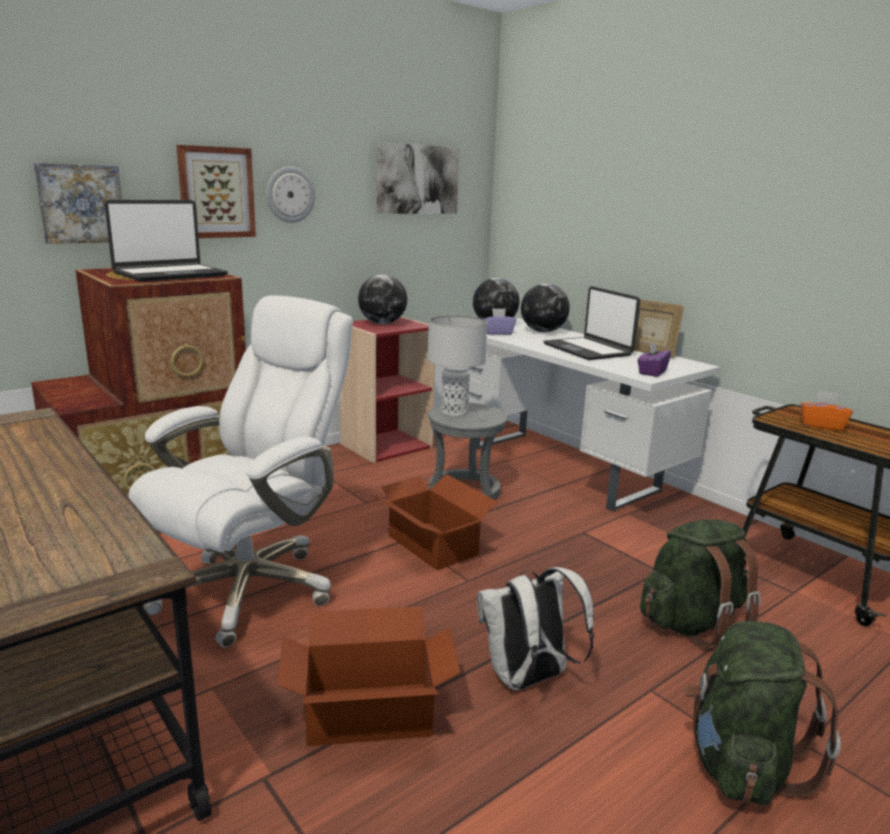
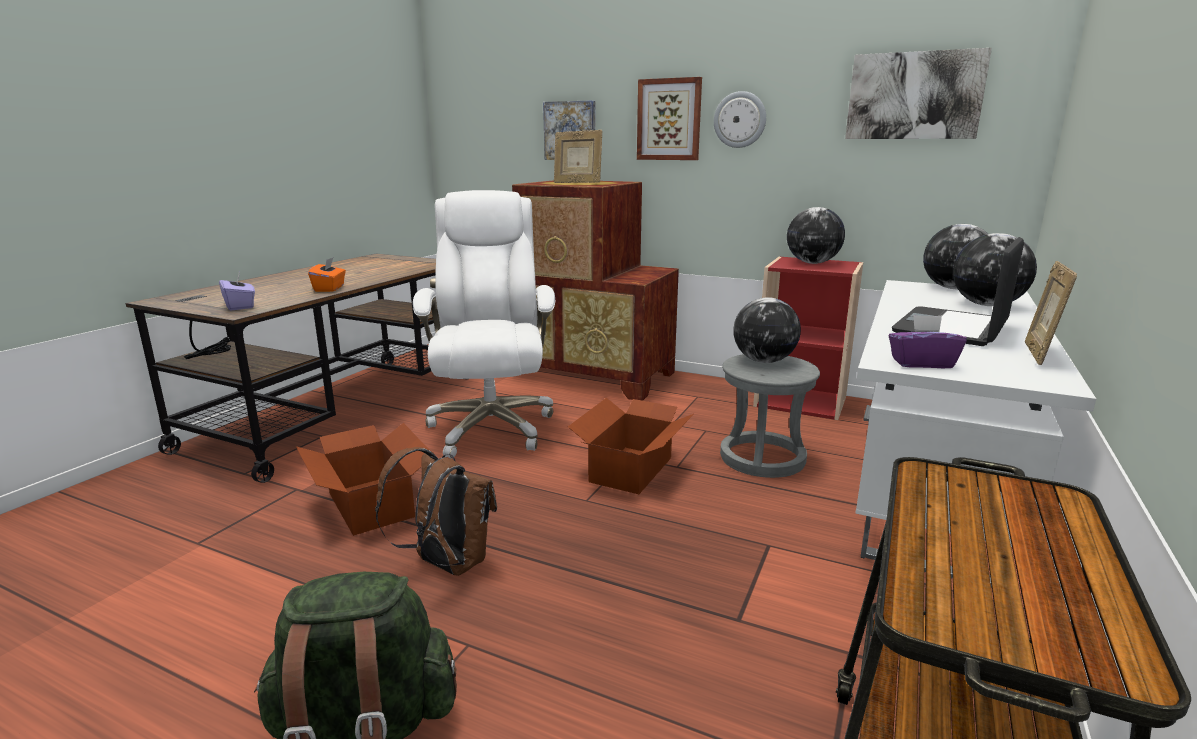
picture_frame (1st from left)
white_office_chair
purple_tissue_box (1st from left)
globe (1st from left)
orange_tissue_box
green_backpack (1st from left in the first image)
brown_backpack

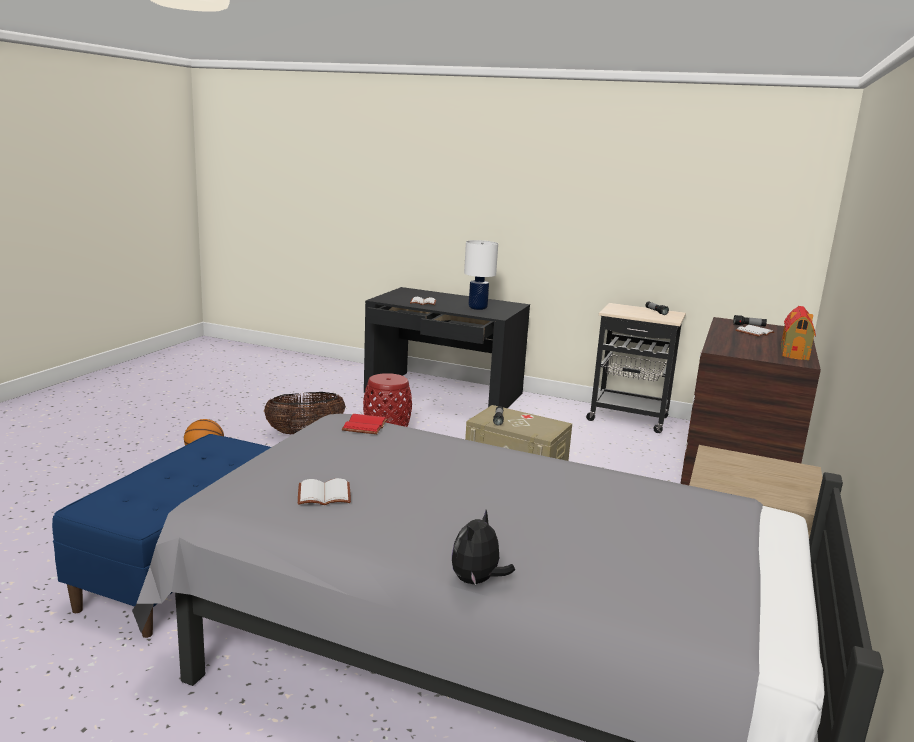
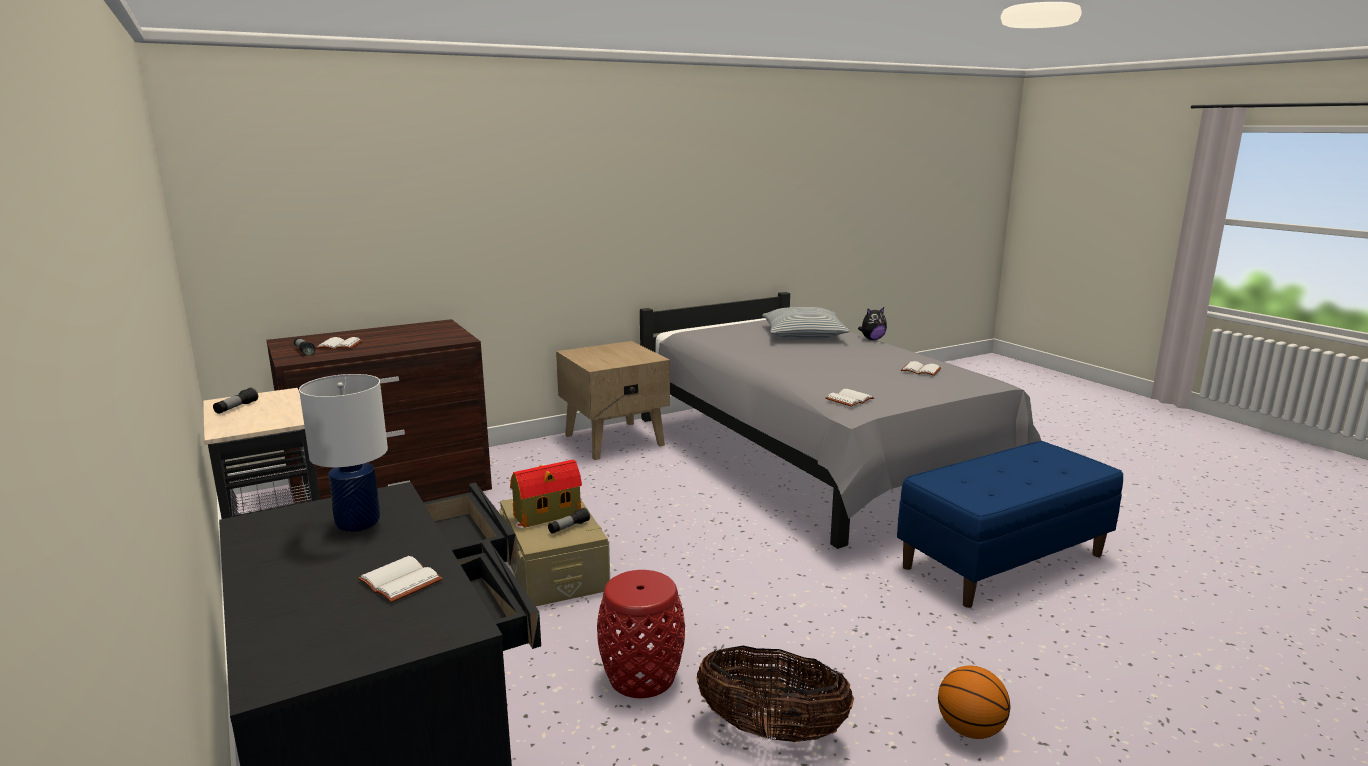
toy_house
white_book (3rd from left)
pillow

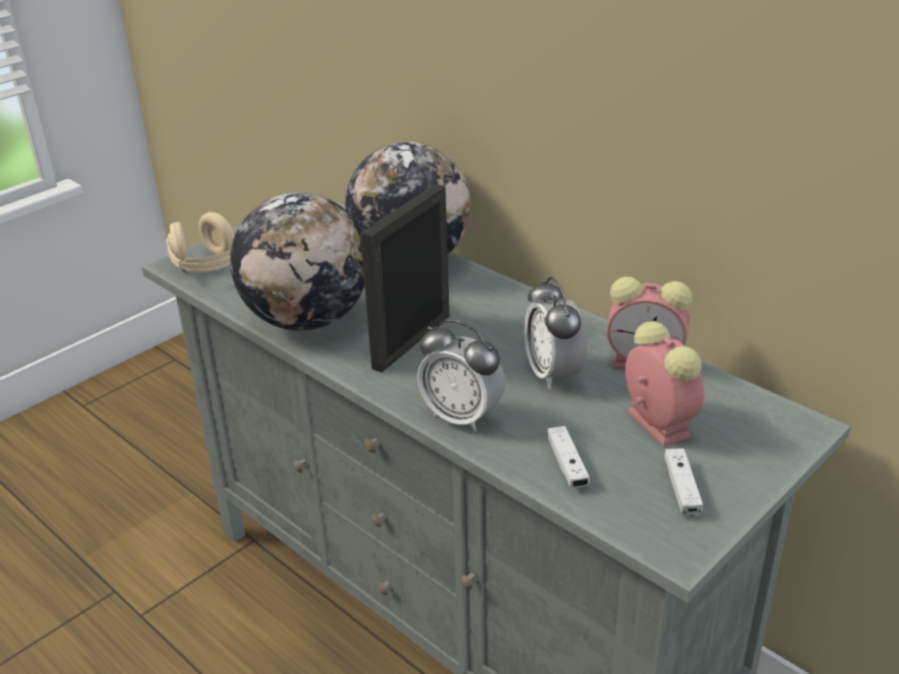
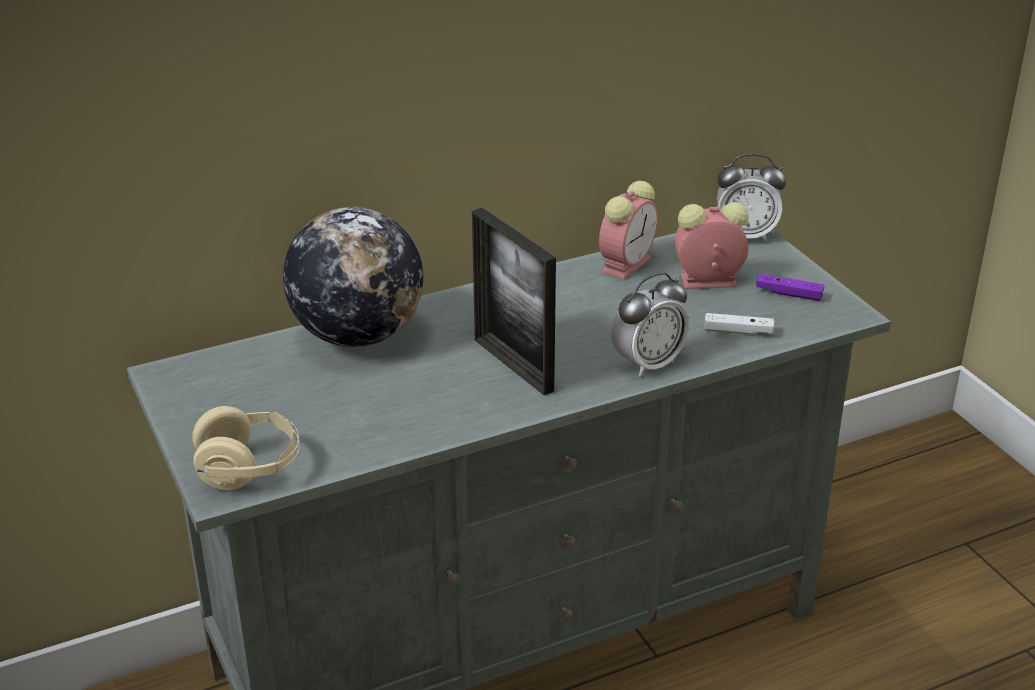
globe (1st from left in the first image)
alarm_clock (4th from left)
purple_game_controller

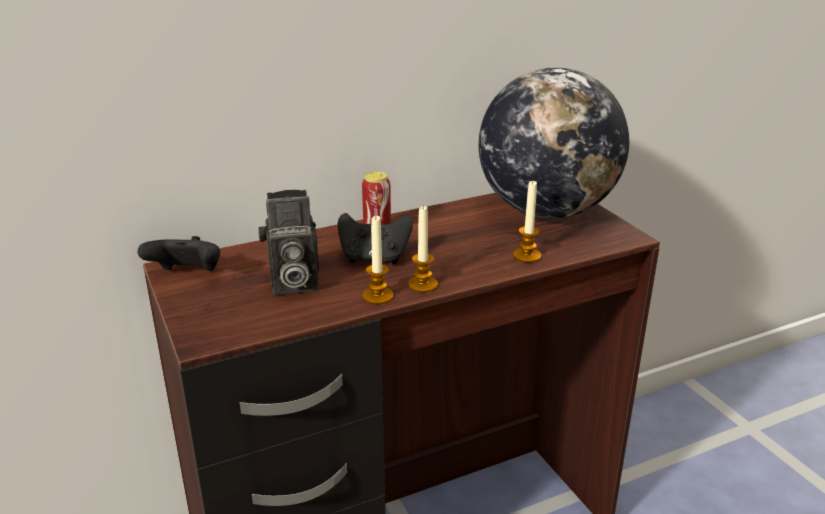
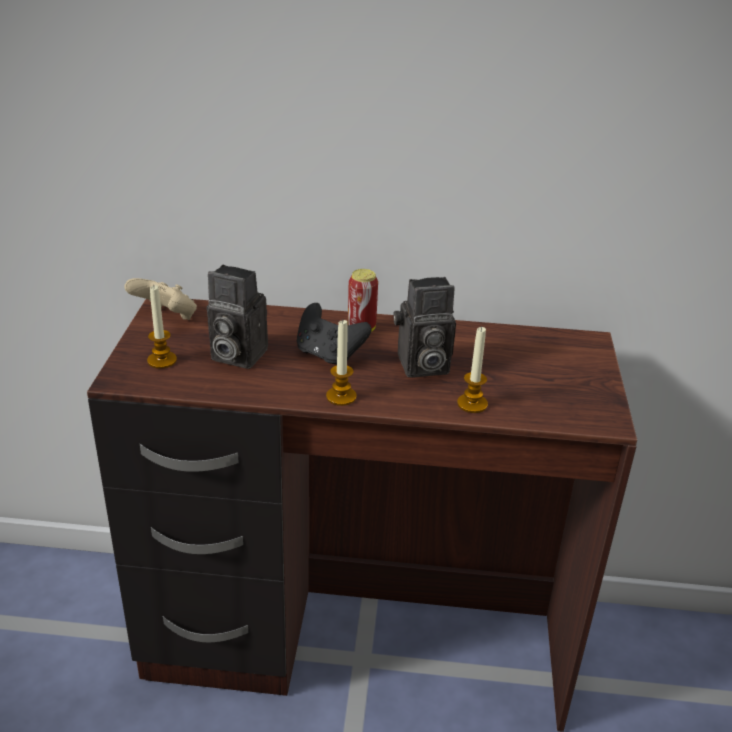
globe
candle (1st from left)
beige_game_controller
photo_camera (2nd from left)

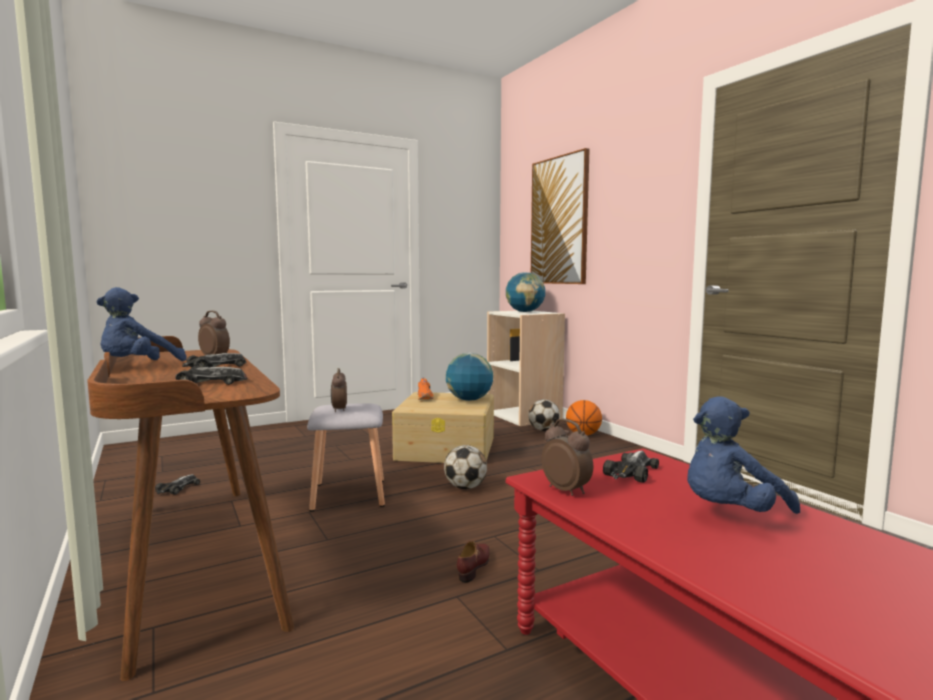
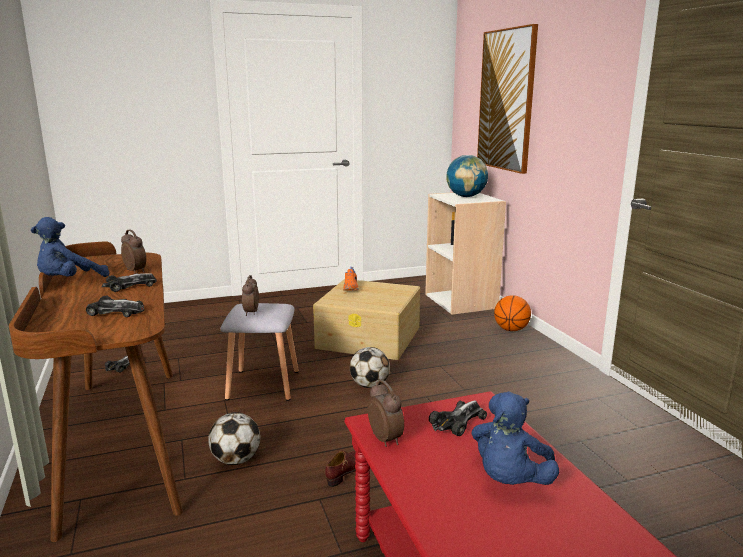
globe (1st from left in the first image)
blue_plush_toy (2nd from left)
football (1st from left)

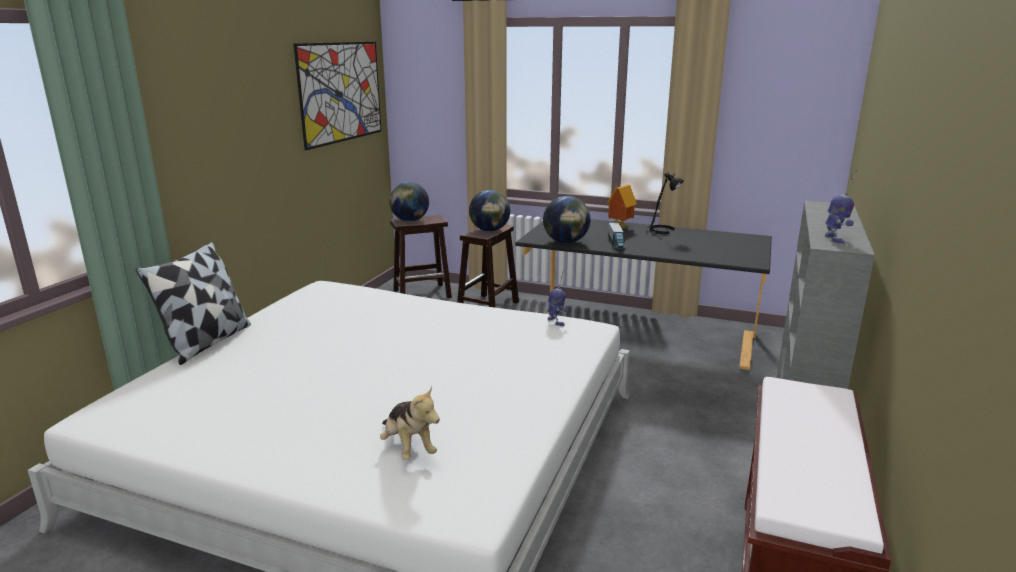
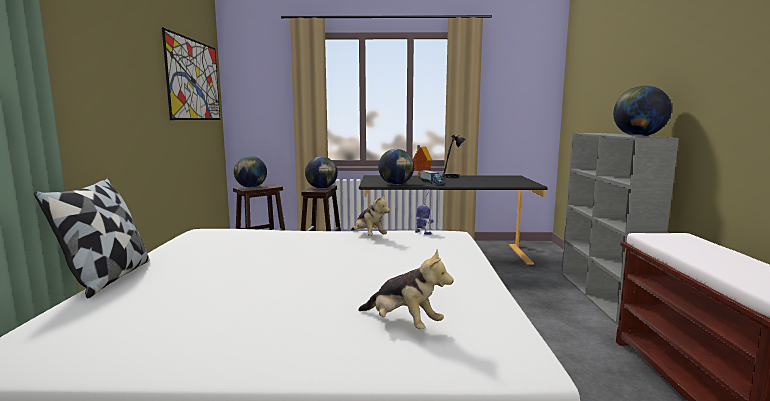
globe (4th from left)
plush_toy (1st from left)

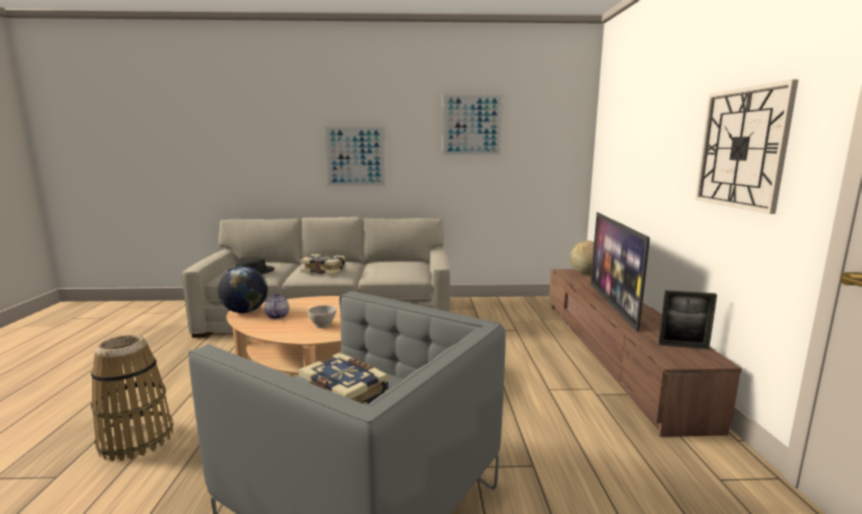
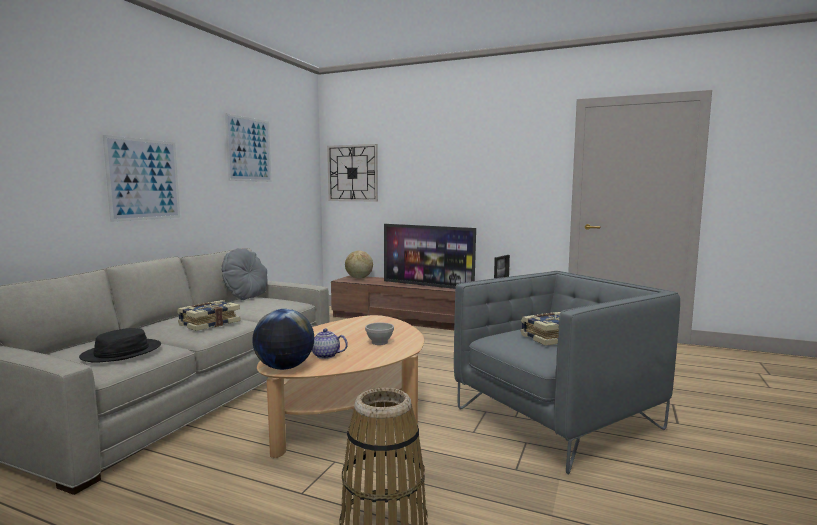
wall_clock
grey_pillow

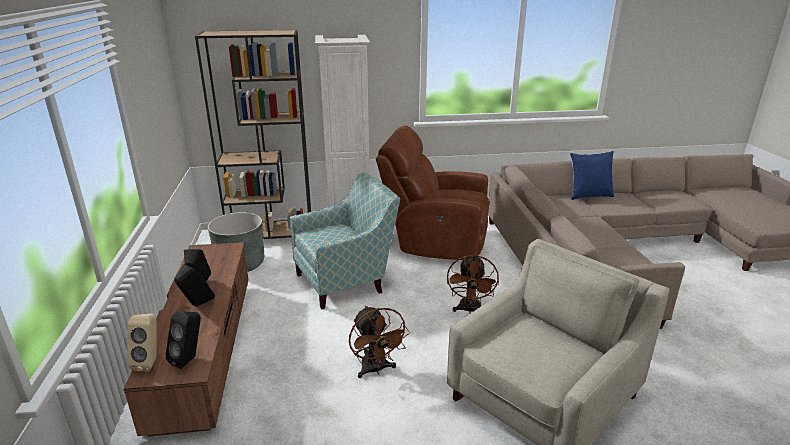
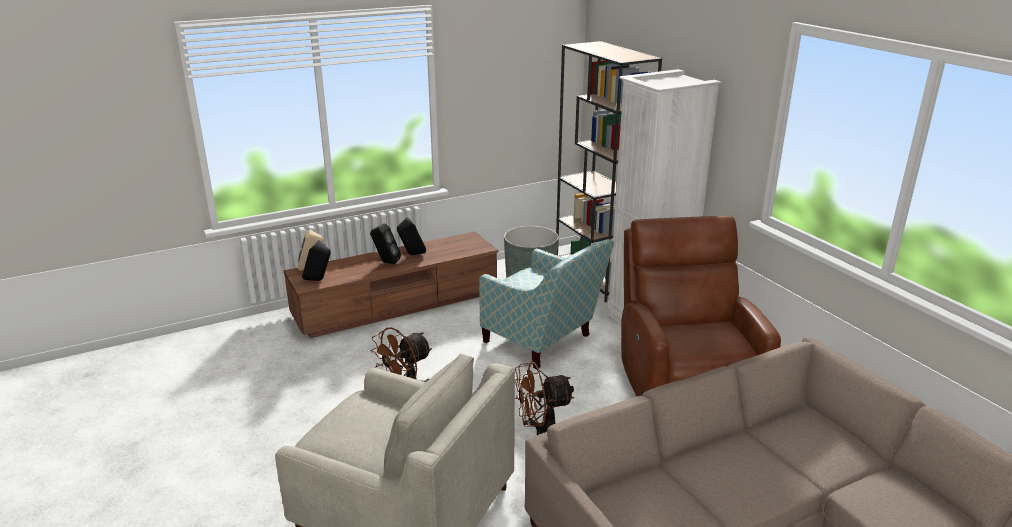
blue_pillow

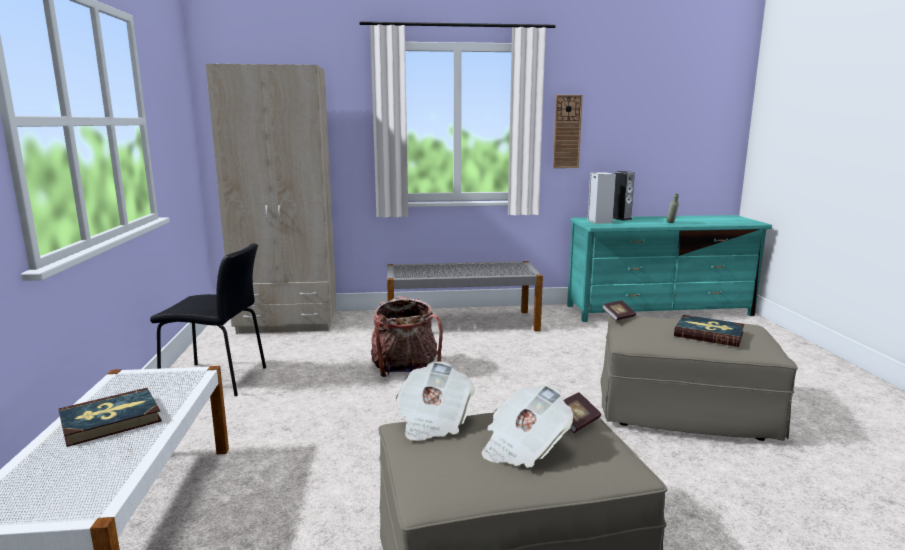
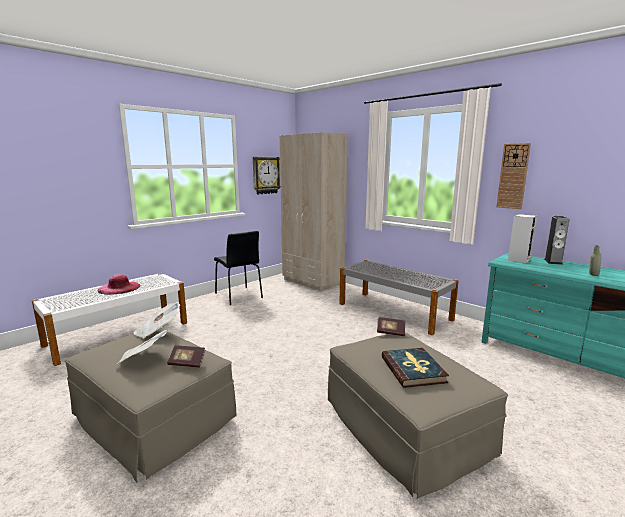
backpack
pink_hat
wall_clock (1st from left)

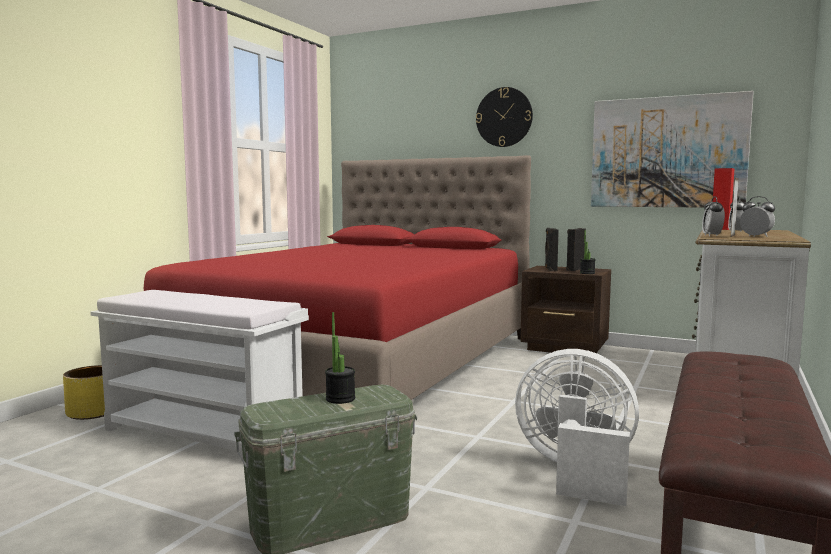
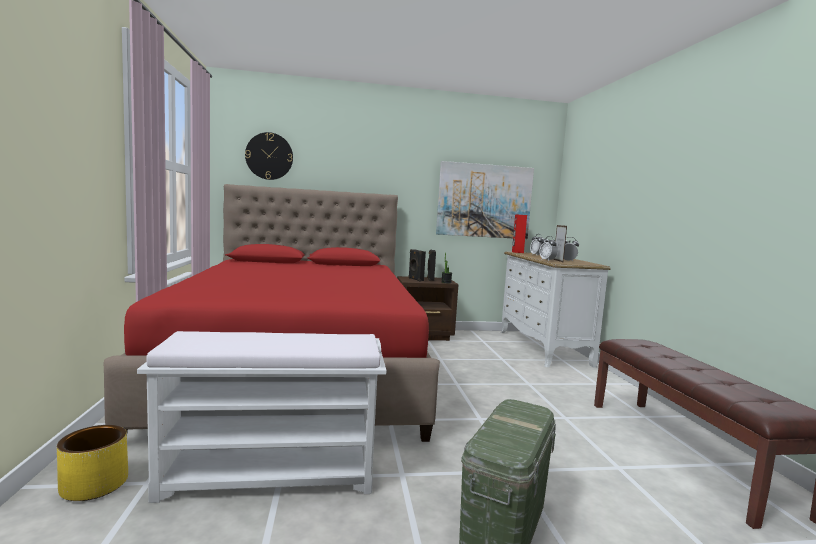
wall_clock
potted_plant (1st from left in the first image)
white_fan

